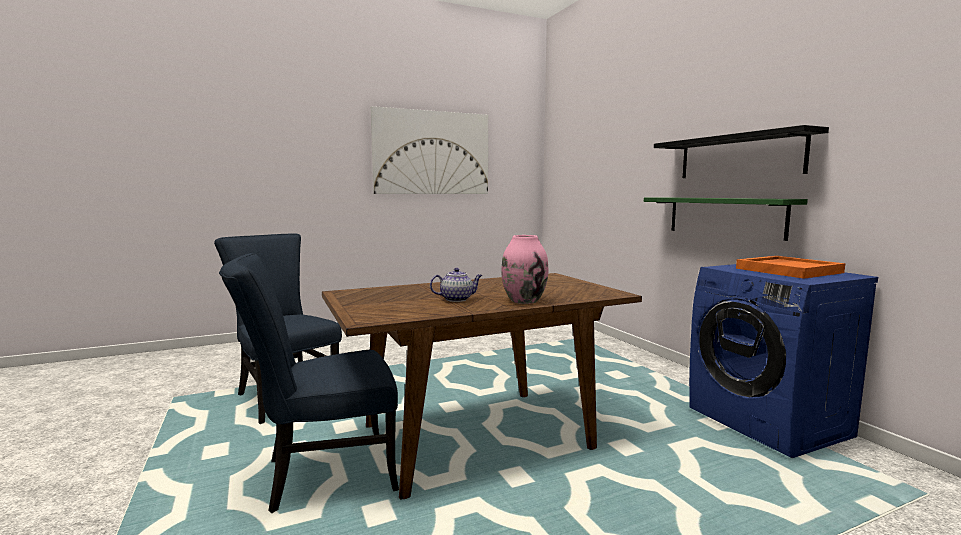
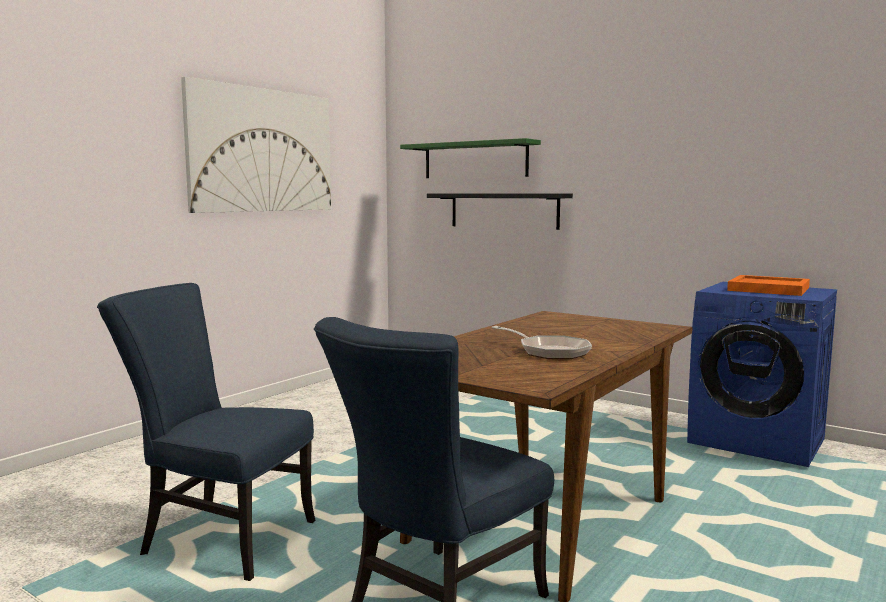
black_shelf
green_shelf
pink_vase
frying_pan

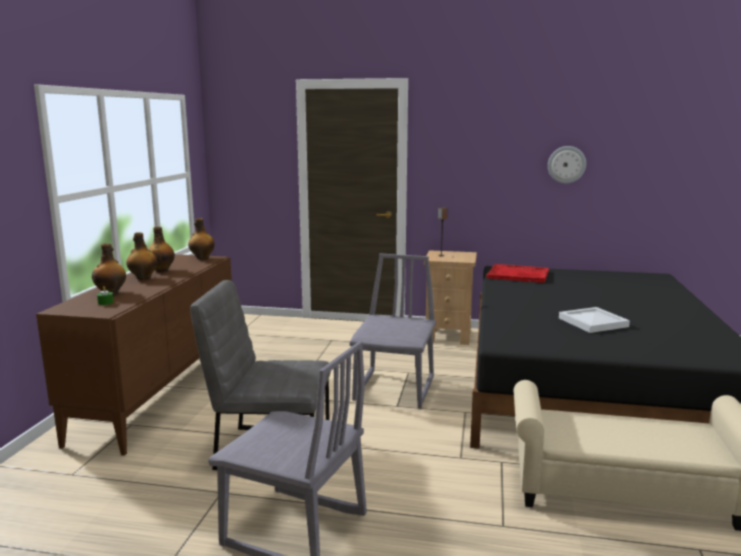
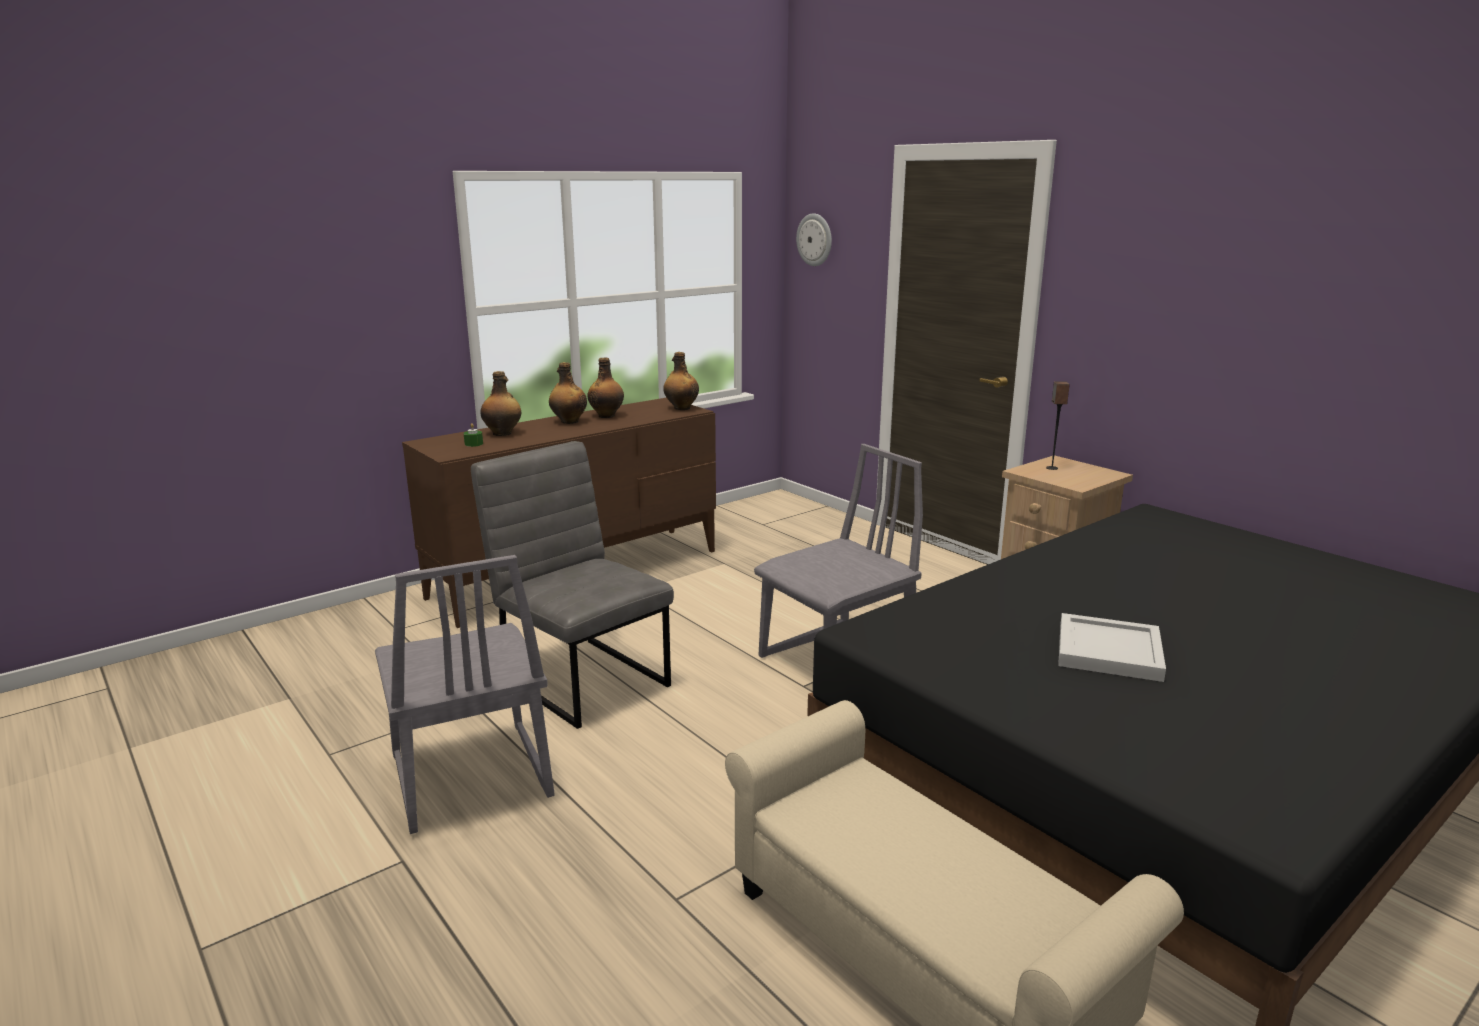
wall_clock
red_tray

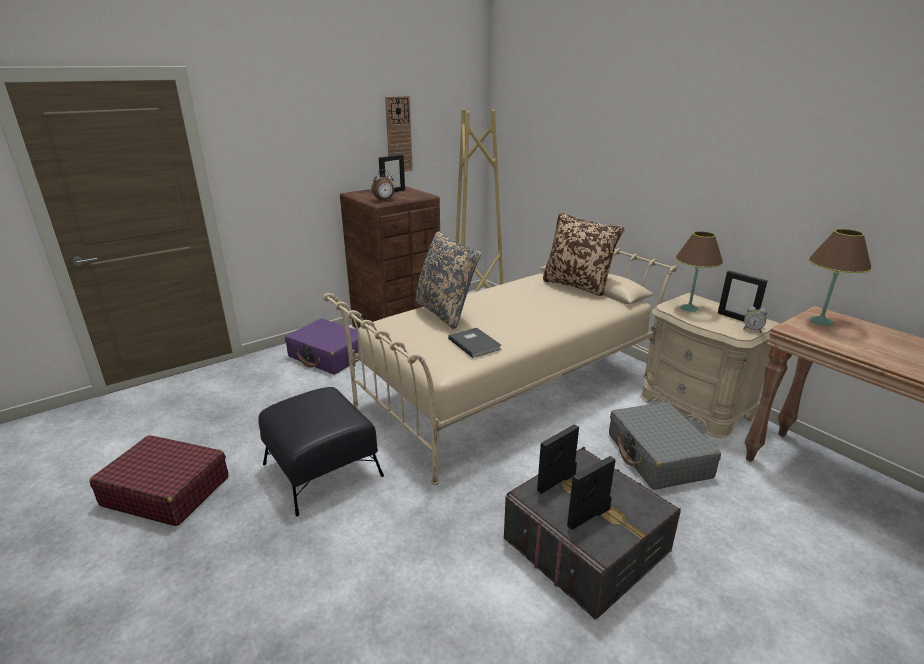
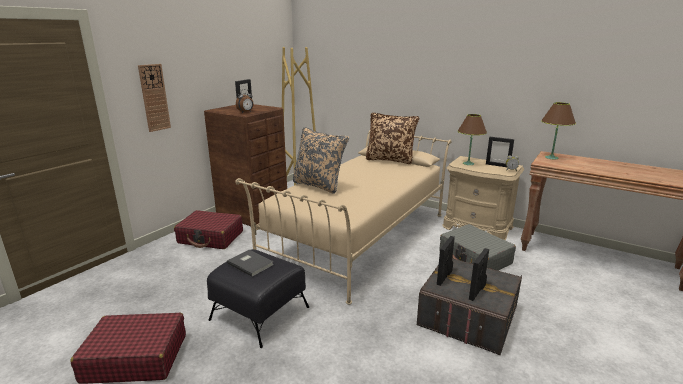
wall_clock
red_suitcase (2nd from left)
grey_book

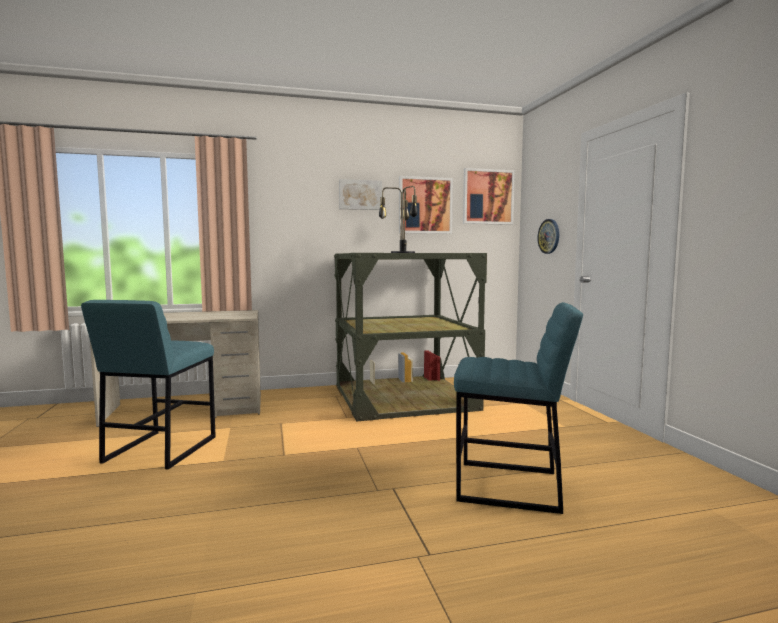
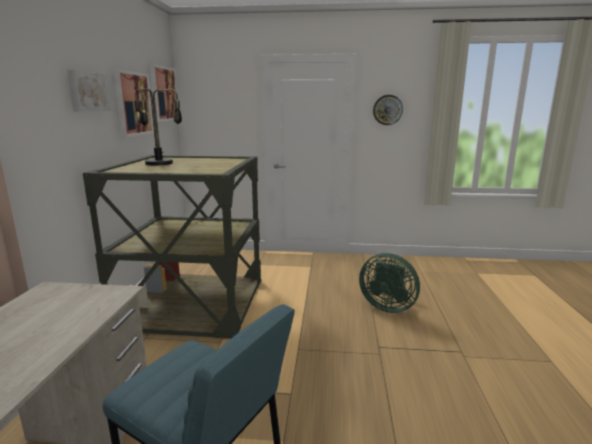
wall_clock
green_fan

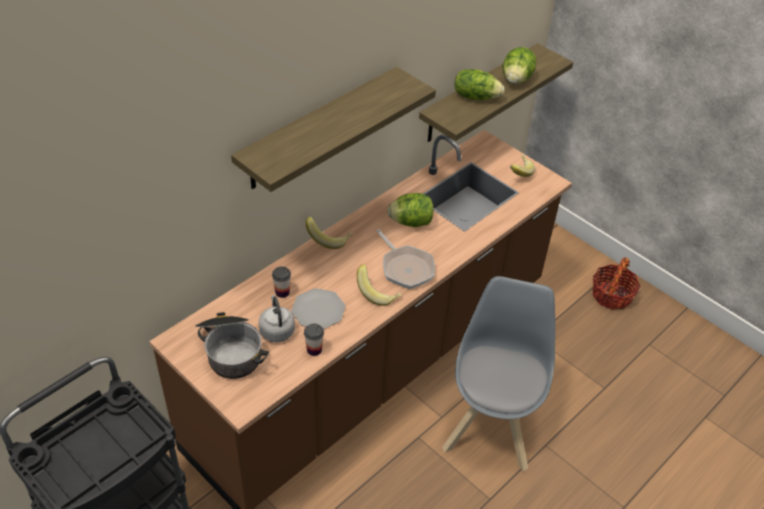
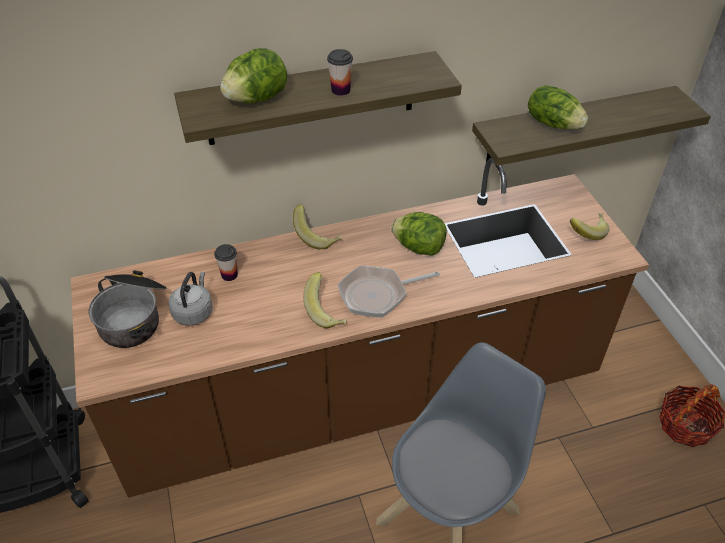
lettuce (1st from left)
frying_pan
plate
cup (2nd from left)

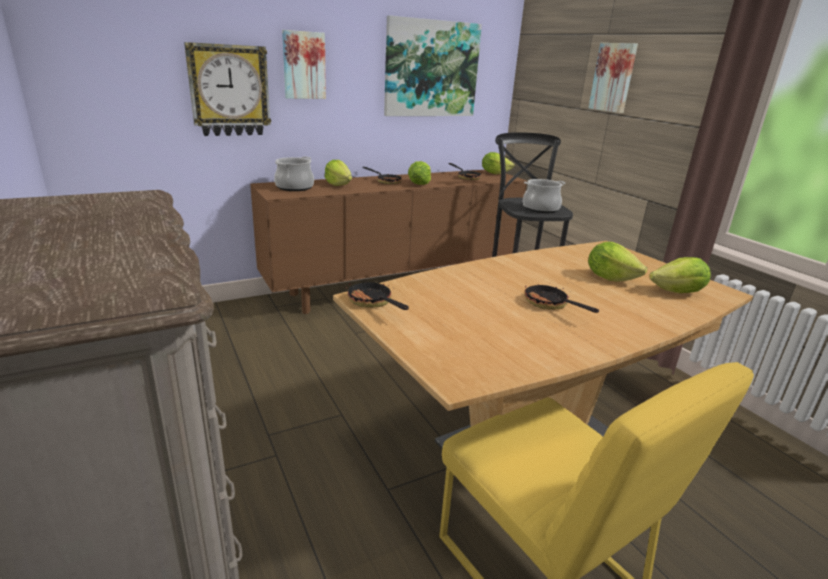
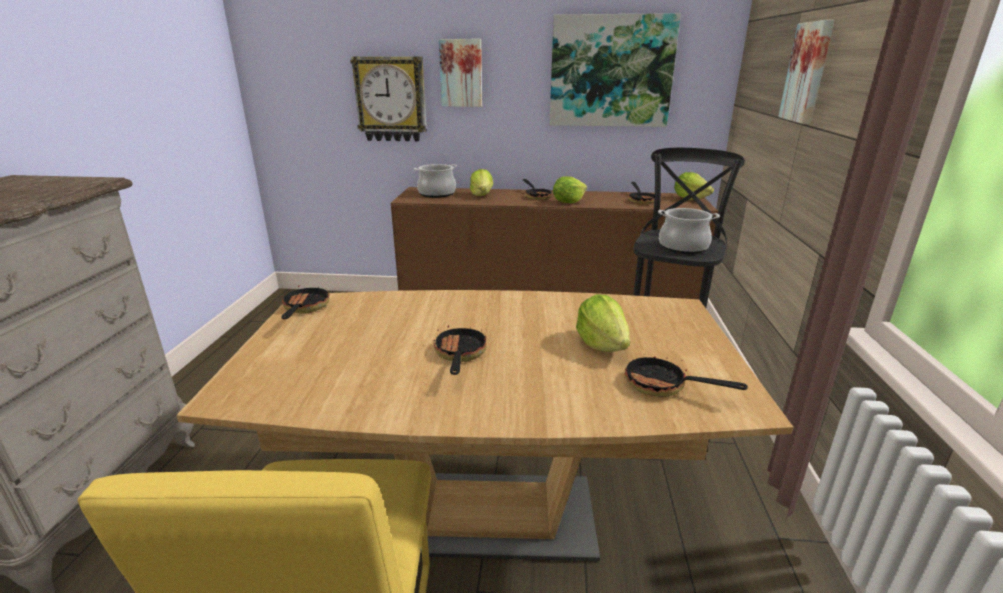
frying_pan (5th from left)

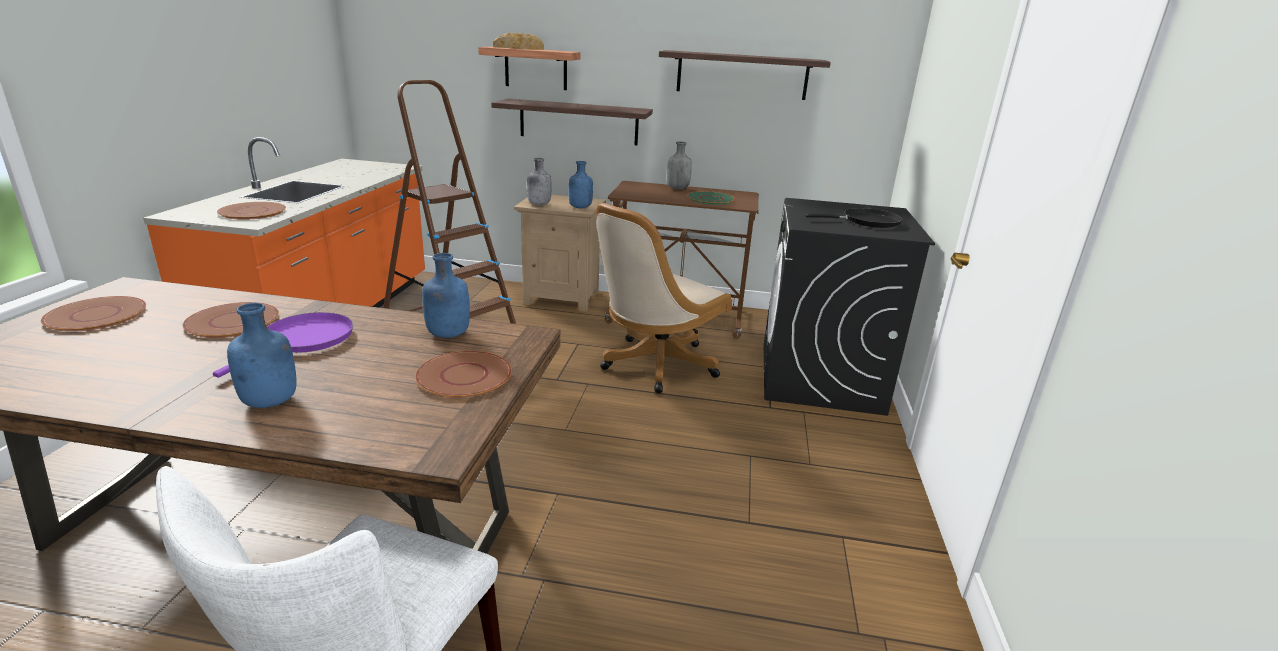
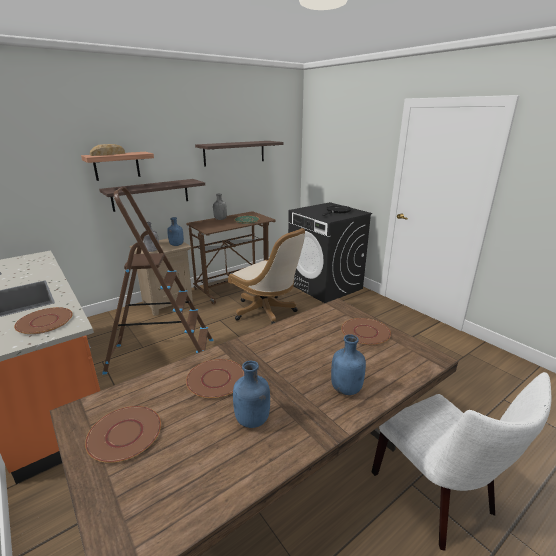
office_chair
blue_bottle (2nd from left)
purple_frying_pan

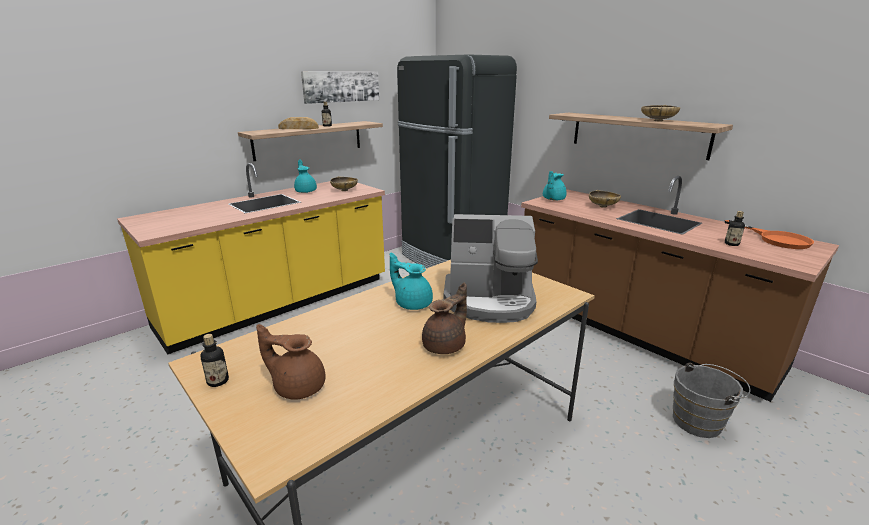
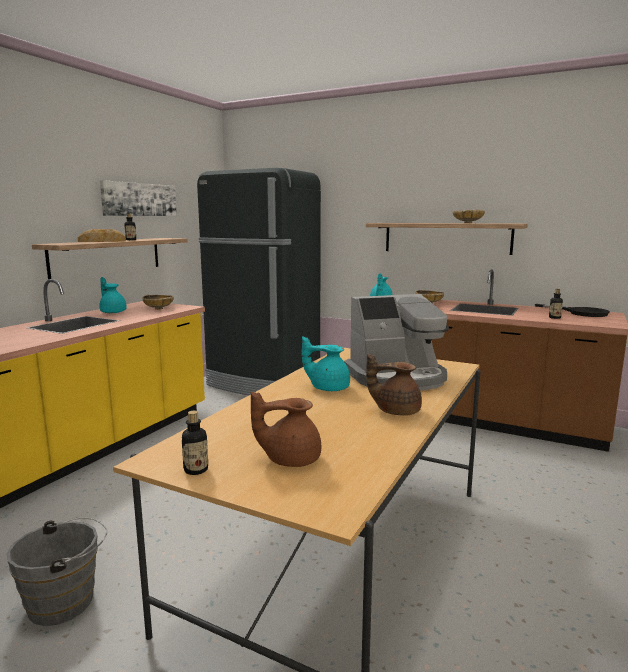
black_frying_pan
brown_teapot (2nd from left)
grey_bucket

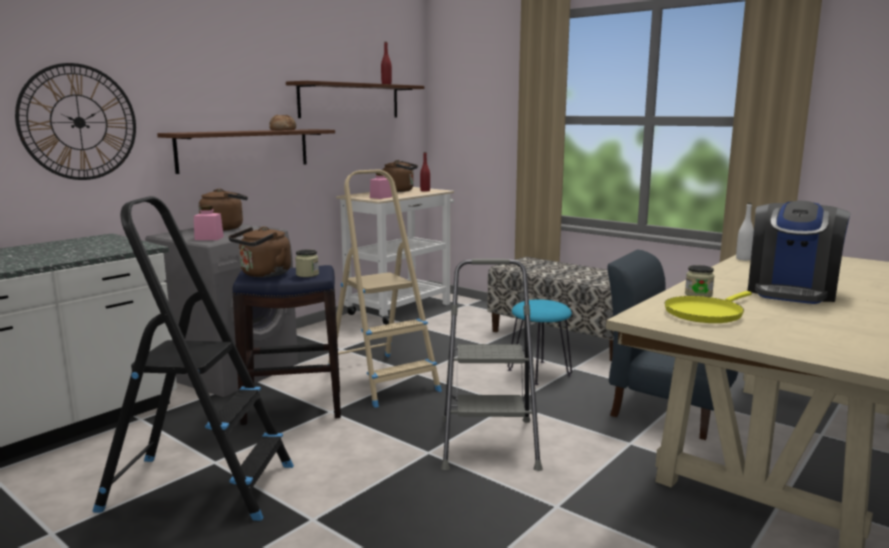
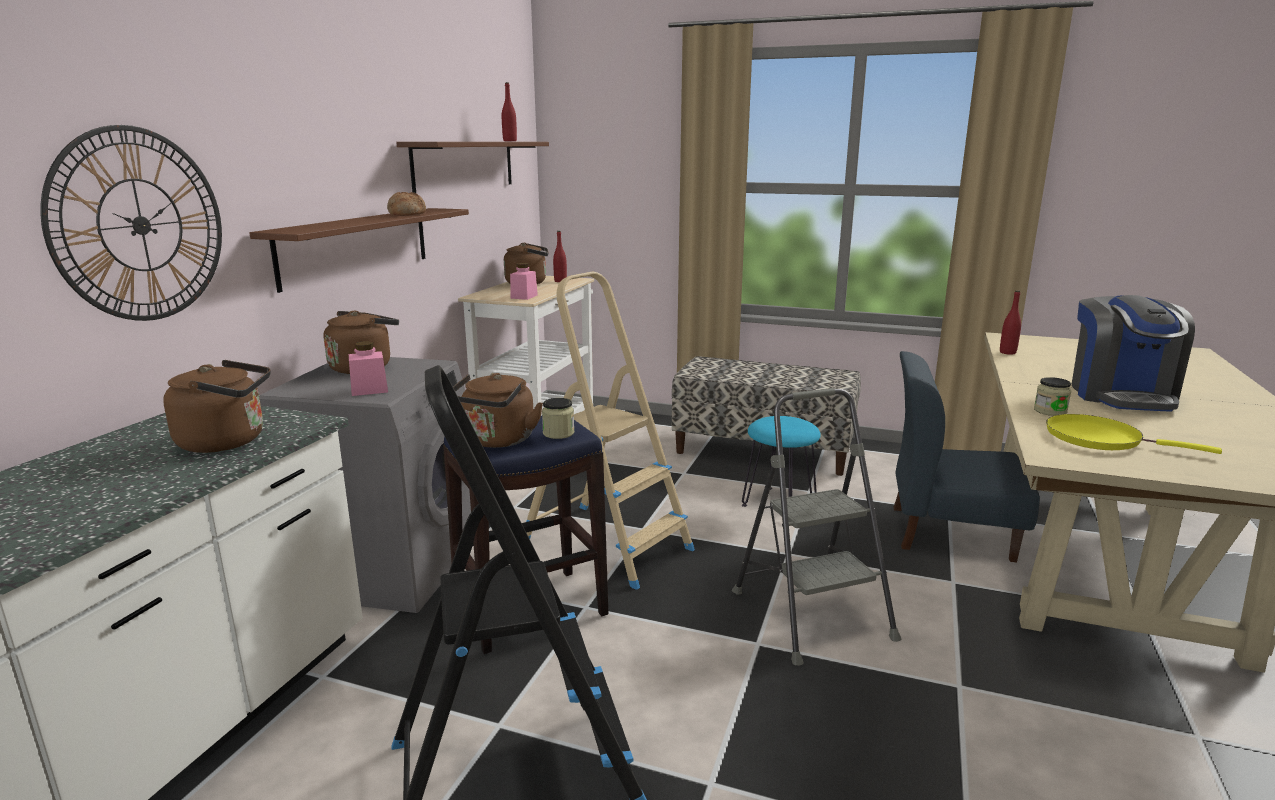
red_bottle (3rd from left)
yellow_frying_pan
brown_kettle (1st from left)

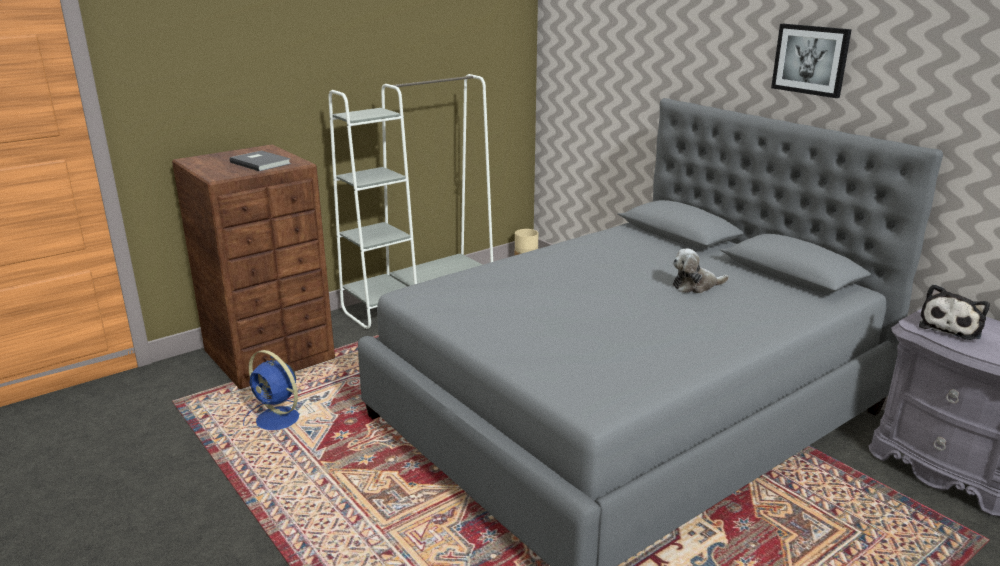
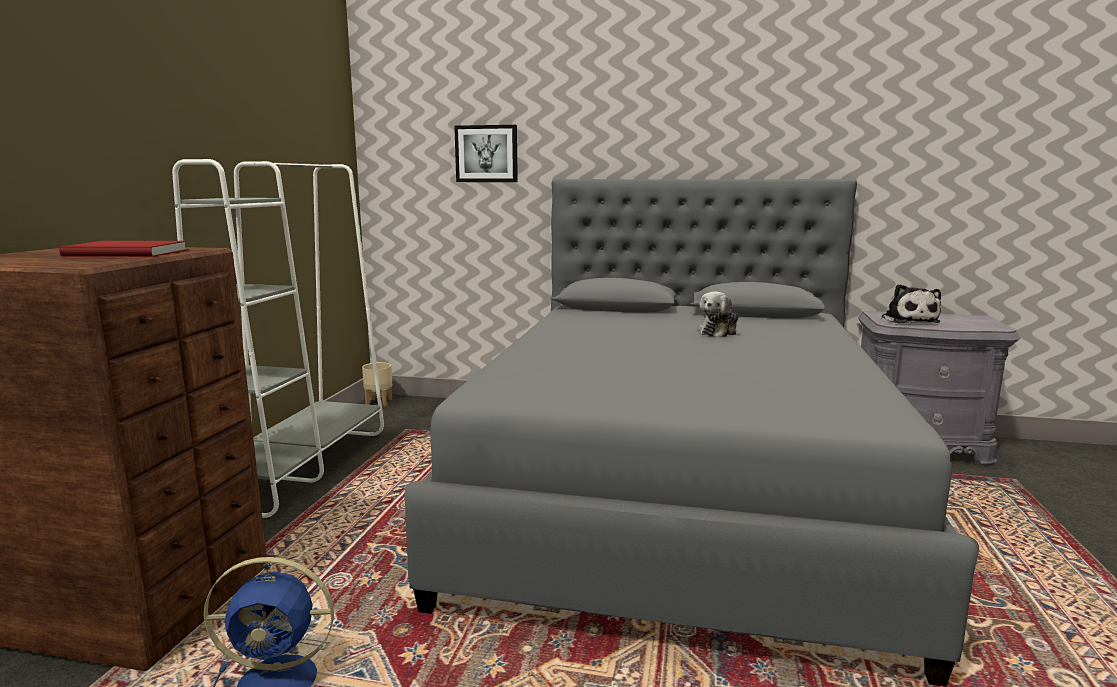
picture
red_book

